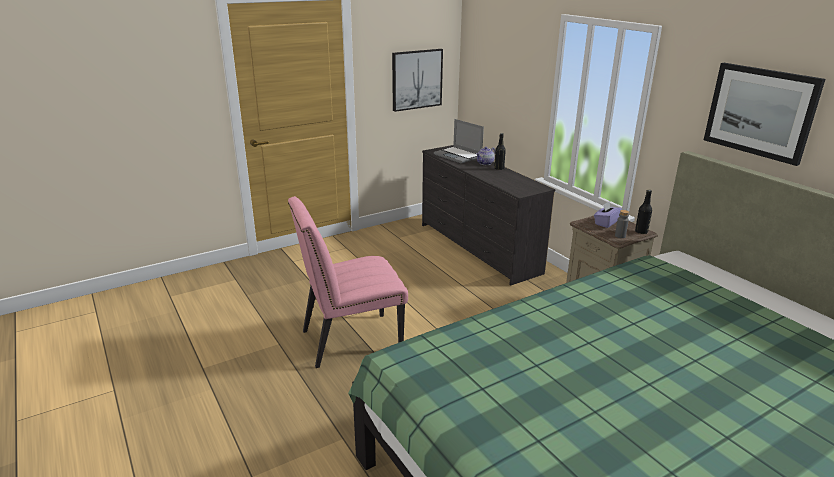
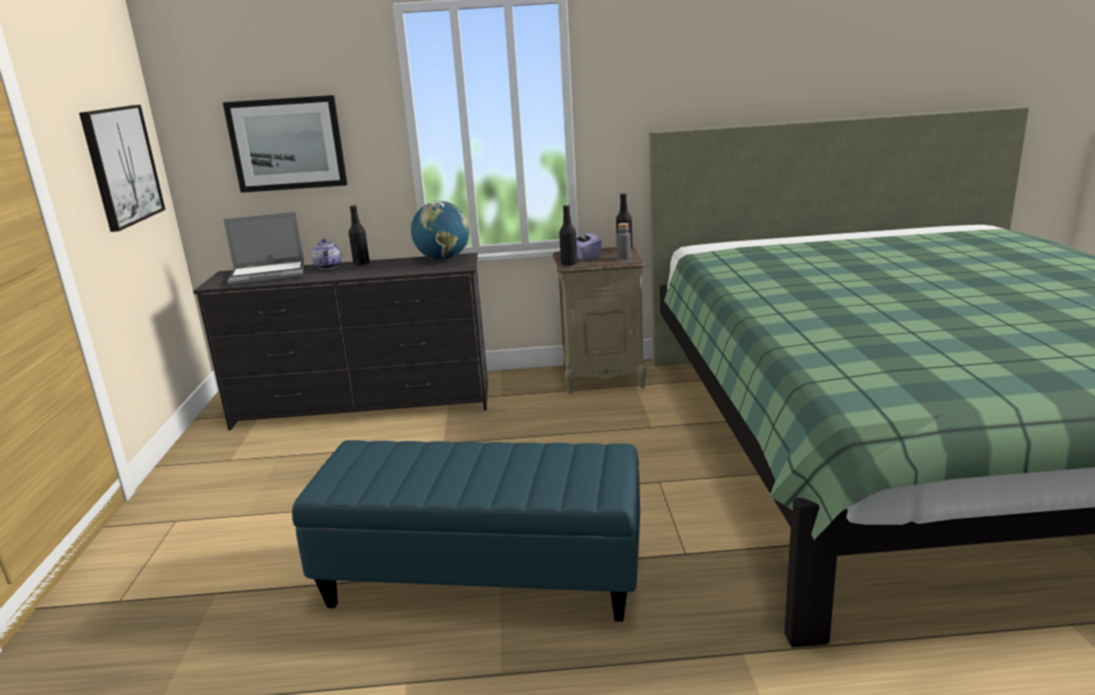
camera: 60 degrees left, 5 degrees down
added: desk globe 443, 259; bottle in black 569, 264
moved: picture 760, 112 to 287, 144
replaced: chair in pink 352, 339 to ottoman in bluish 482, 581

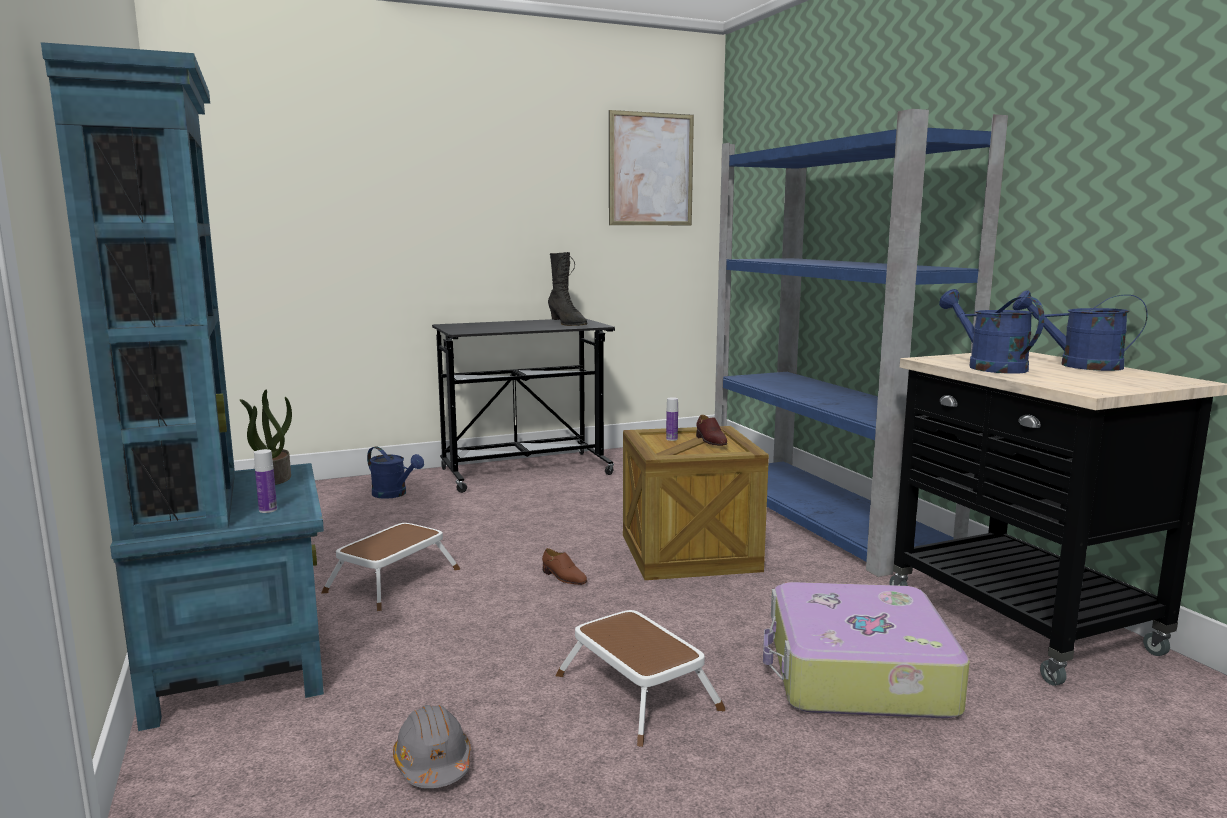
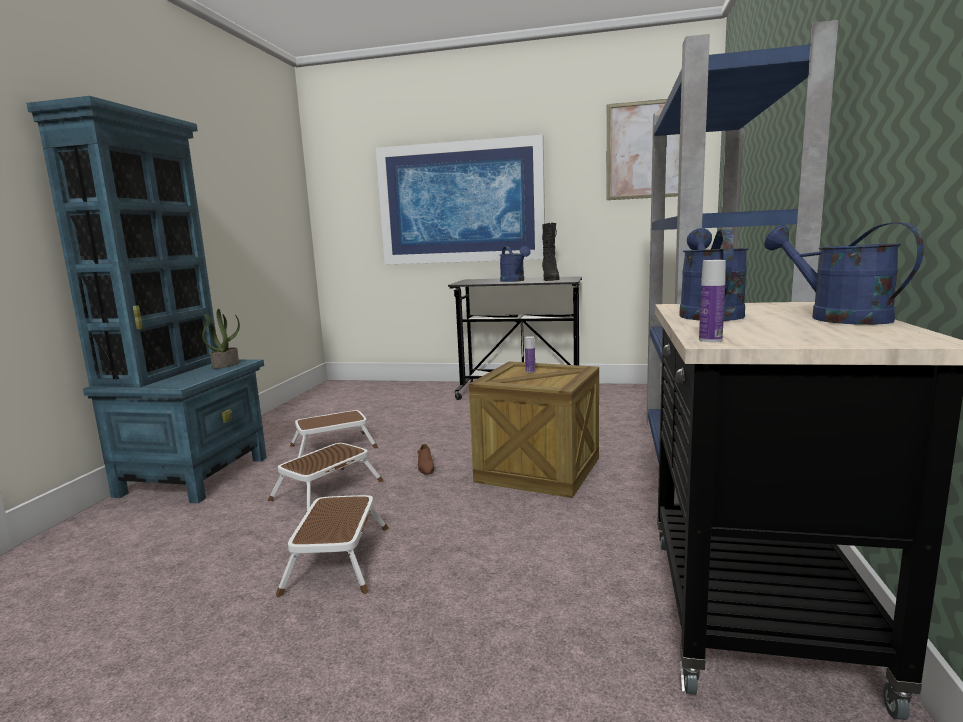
camera: 35 degrees right, 0 degrees up
removed: safety helmet in greyish 433, 764; item of footwear in brown 710, 441; travel case 856, 673
added: step stool in brown 327, 490; picture 460, 203
moved: bottle 268, 510 to 710, 340; watering pot in bluish 394, 494 to 514, 281

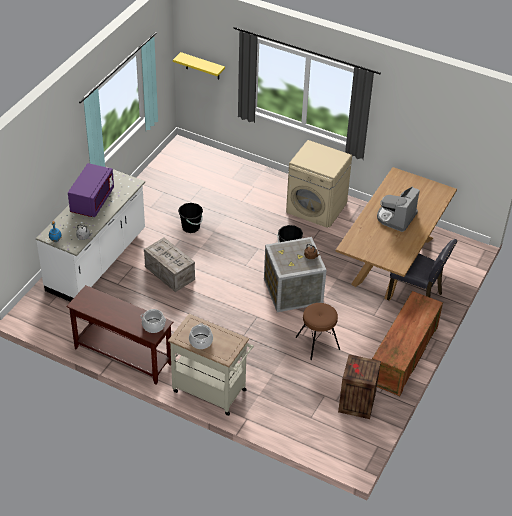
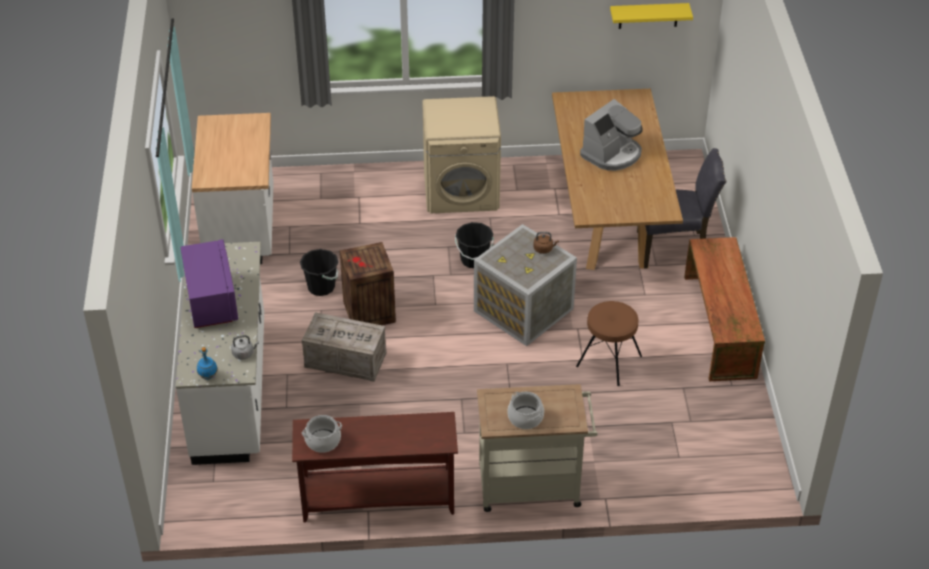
camera: 30 degrees left, 0 degrees up
added: counter in whitish 242, 228
moved: cooking pot 153, 325 to 323, 441; bracket shelf in yellowish 202, 66 to 648, 15; crate 356, 403 to 368, 312
turned: coffee brewer 396, 217 = 612, 154 135 degrees counterclockwise

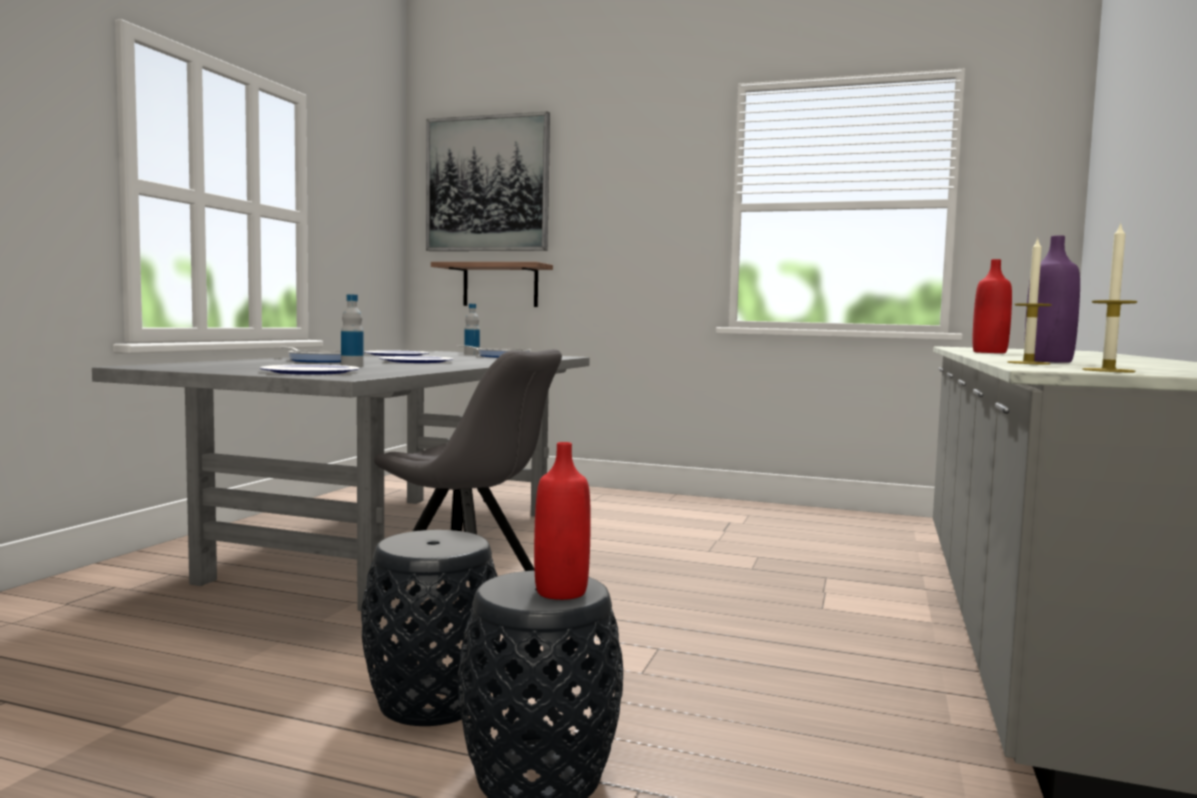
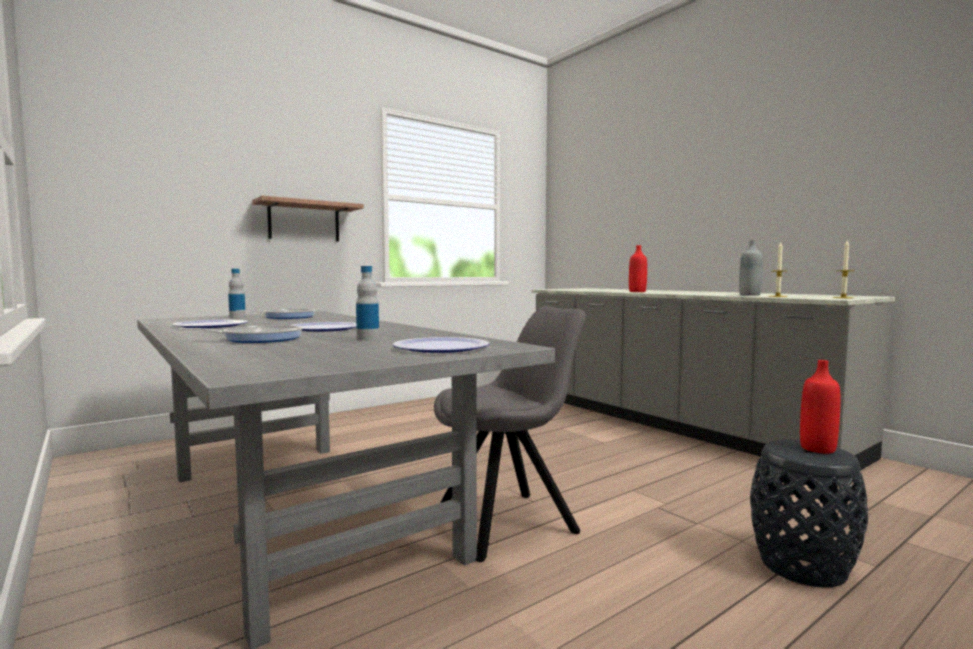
camera: 55 degrees left, 0 degrees up
removed: stool in black 432, 702; picture 487, 184
moved: bracket shelf 500, 285 to 304, 222
recoloured: bottle in purple 1048, 361 to bottle in greyish 749, 295

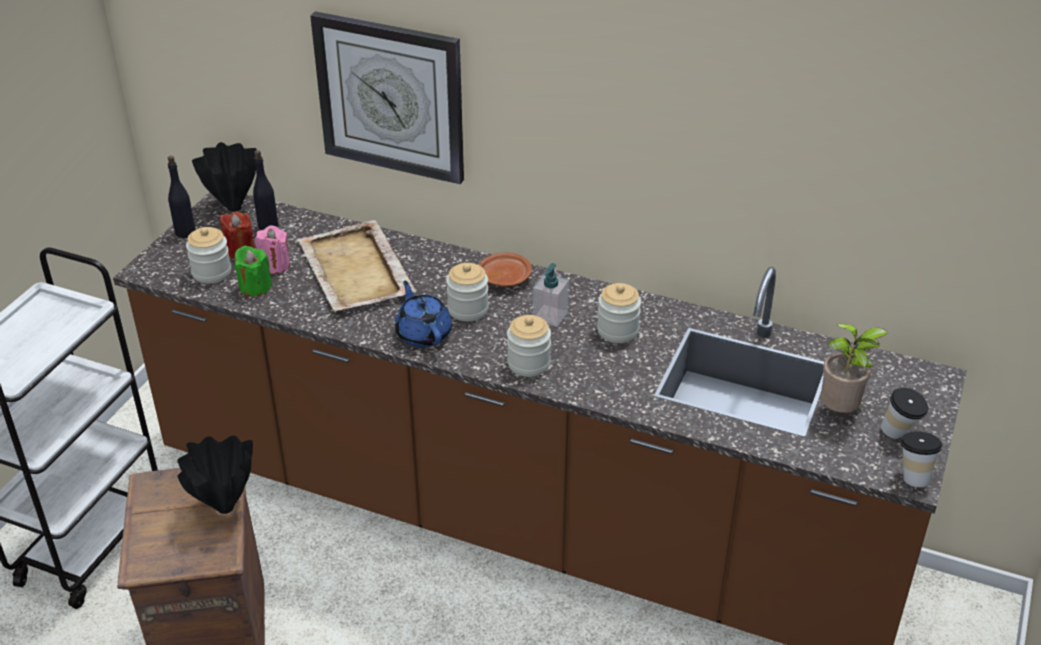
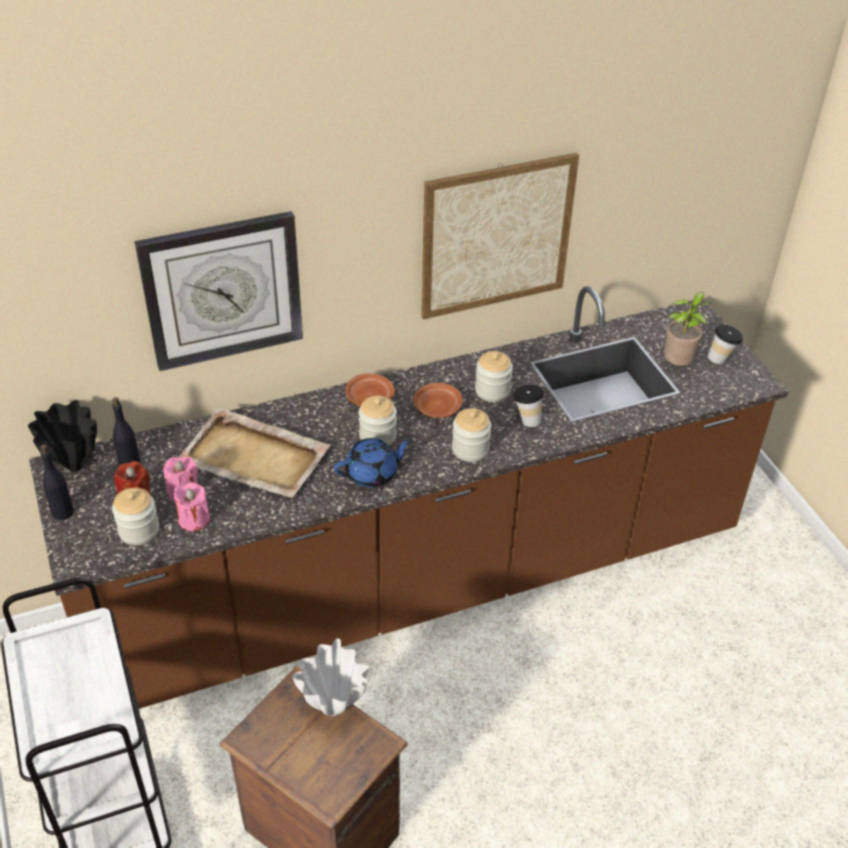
camera: 45 degrees left, 5 degrees up
added: picture 496, 234
moved: small cup 913, 476 to 526, 420
replaced: soap bottle 550, 316 to dinner plate in brown 437, 407
recoloured: decorative vase in black 223, 508 to decorative vase in whitish 333, 710; wax candle in green 255, 287 to wax candle in pink 194, 519
turned: teapot in bluish 423, 333 = 372, 473 135 degrees clockwise

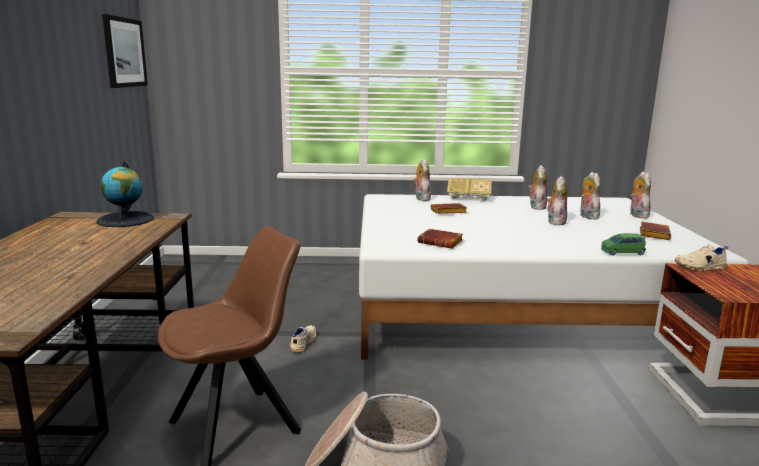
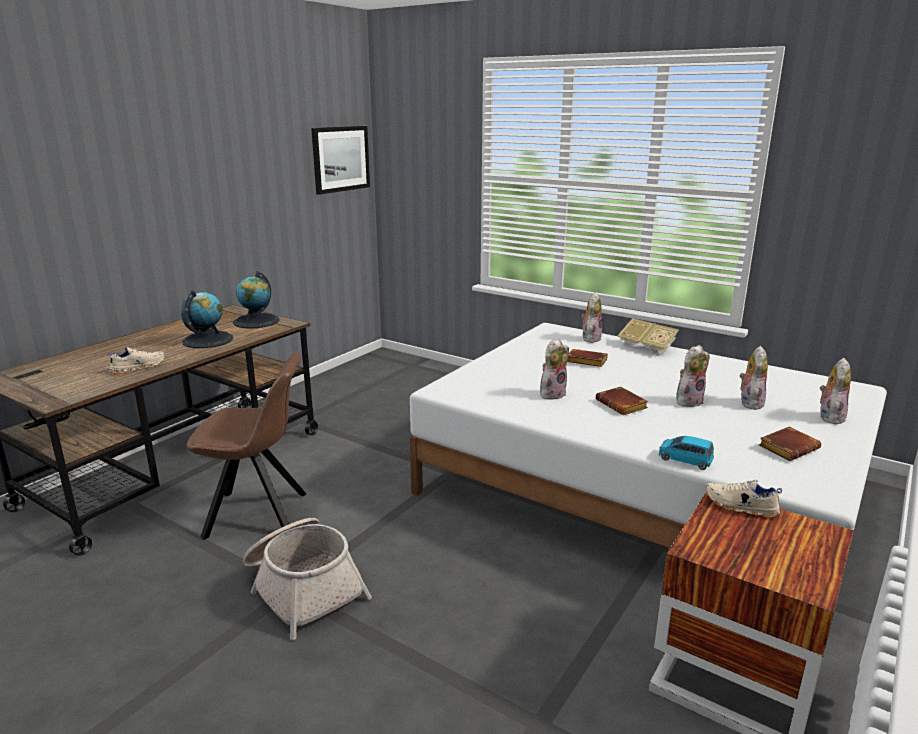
camera: 35 degrees right, 5 degrees up
added: desk globe 208, 340
moved: item of footwear in beige 302, 343 to 138, 367; volume in brown 441, 242 to 623, 405; plush toy 536, 207 to 552, 393
recoloured: toy car in green 622, 252 to toy car in bluish 685, 460

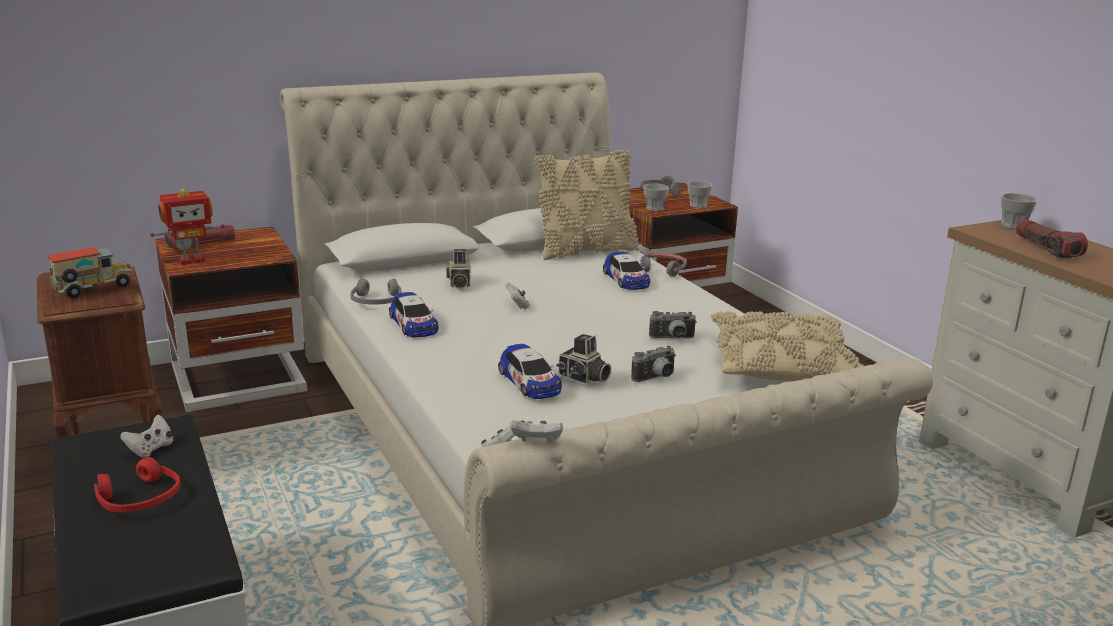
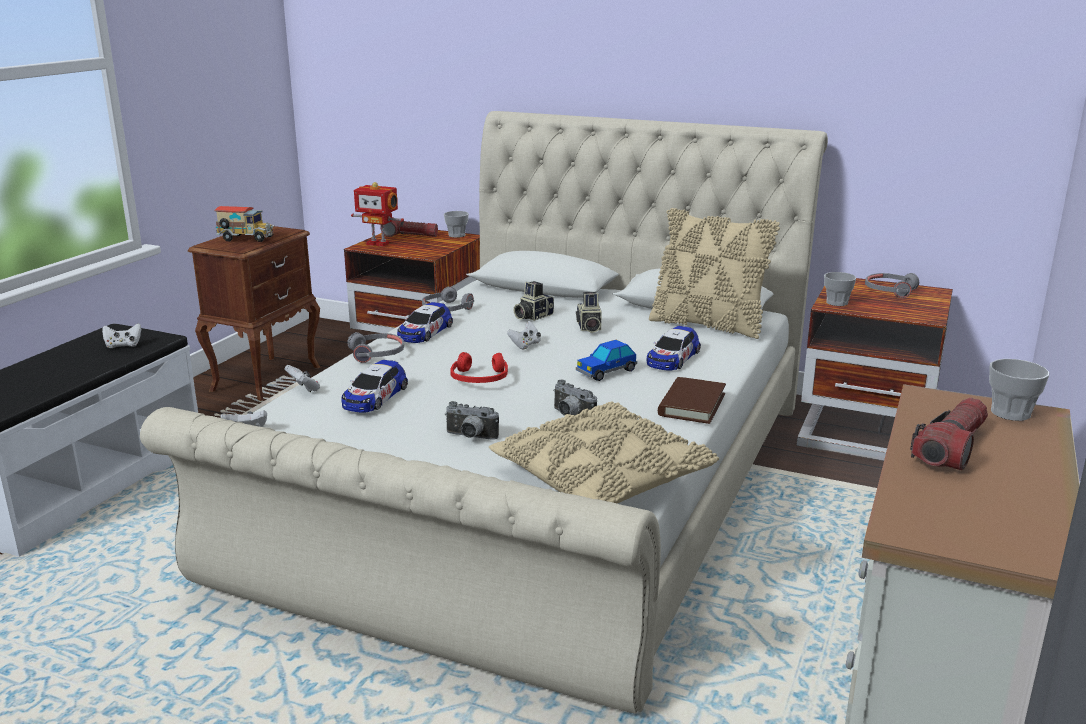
camera: 50 degrees right, 0 degrees up
added: toy car 606, 372; volume in brown 692, 404
moved: headset in reddish 139, 499 to 479, 378; game controller in whitish 536, 442 to 304, 389; photo camera 583, 378 to 588, 328; headset in greyish 662, 269 to 377, 354; small cup 698, 205 to 456, 235

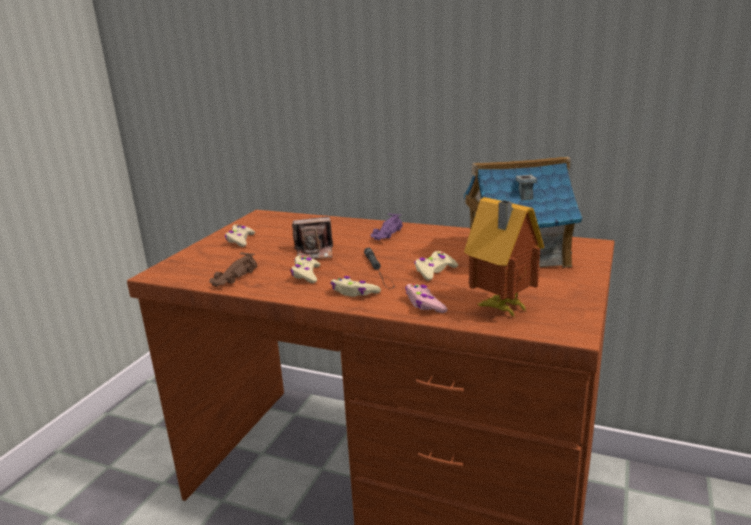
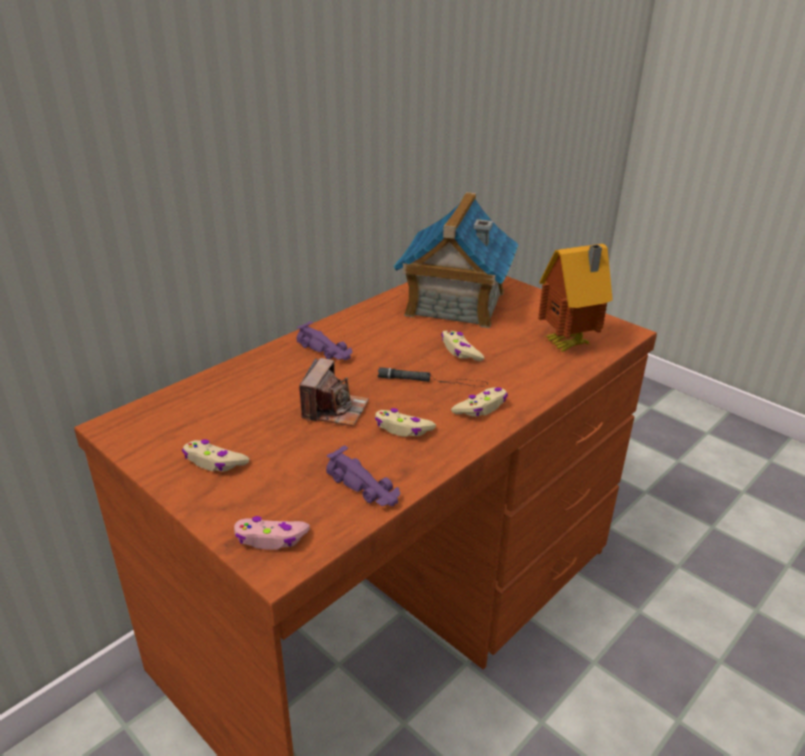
camera: 70 degrees left, 10 degrees up
moved: game controller in pink 424, 304 to 271, 538
recoloured: toy car in brown 233, 278 to toy car in purple 364, 488

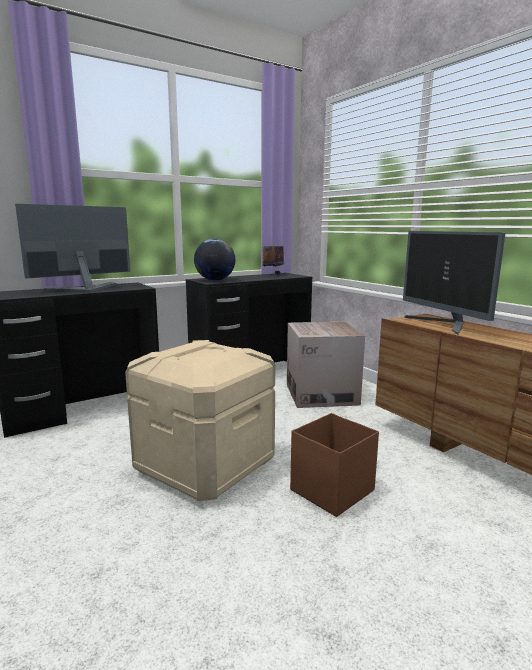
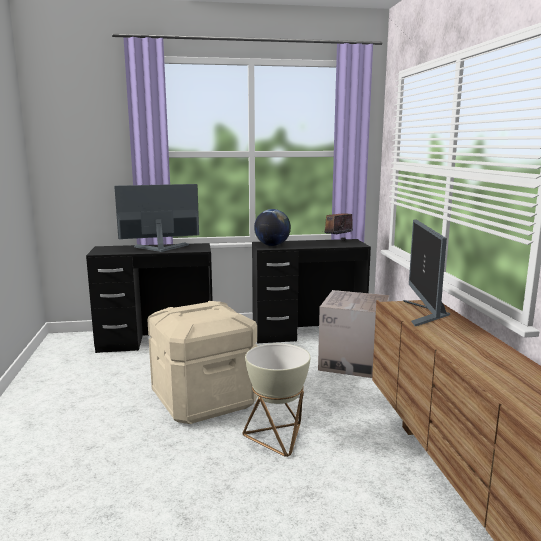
camera: 25 degrees right, 0 degrees up
replaced: storage bin in brown 331, 490 to flower pot 276, 439

